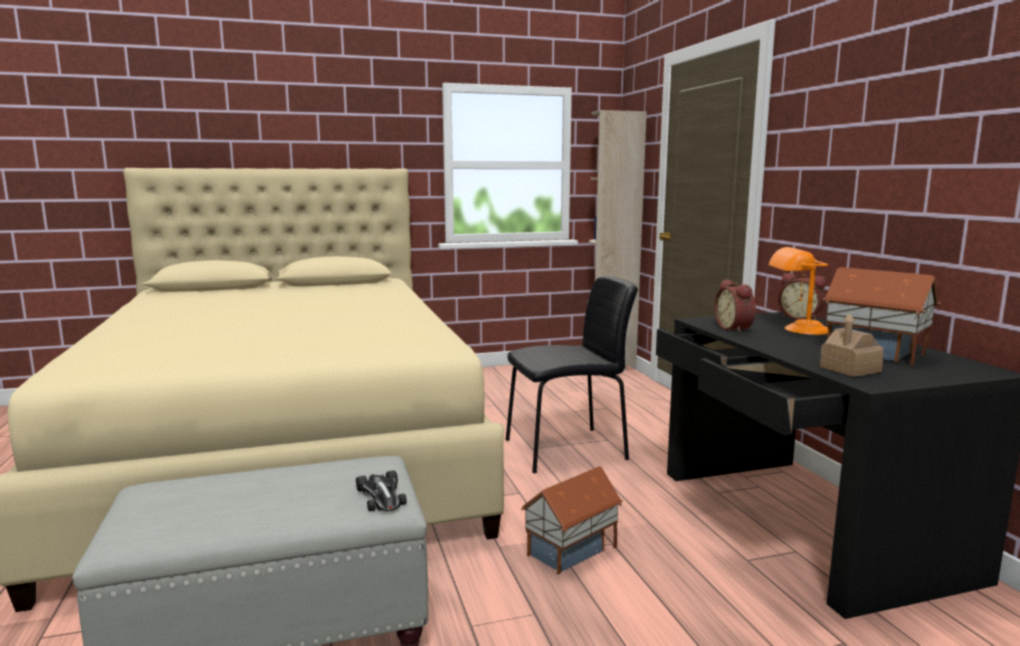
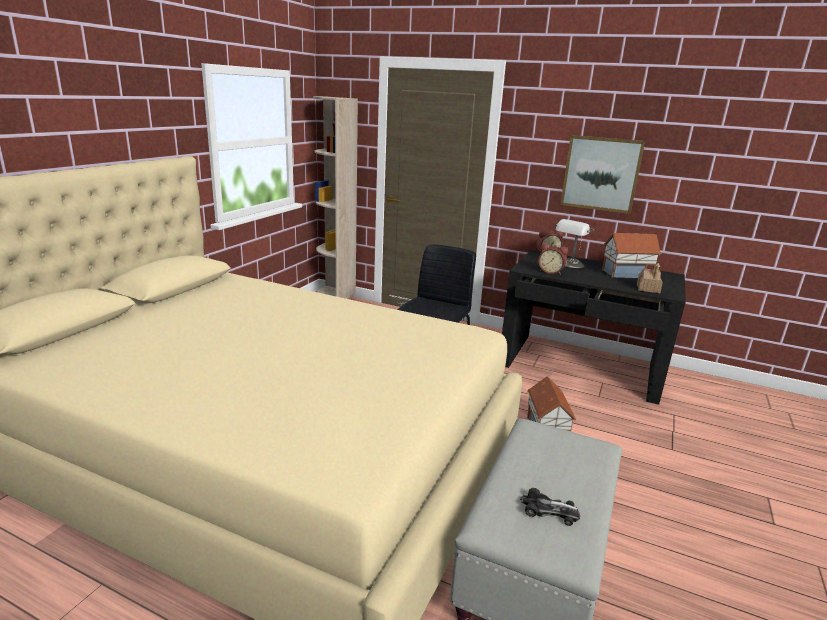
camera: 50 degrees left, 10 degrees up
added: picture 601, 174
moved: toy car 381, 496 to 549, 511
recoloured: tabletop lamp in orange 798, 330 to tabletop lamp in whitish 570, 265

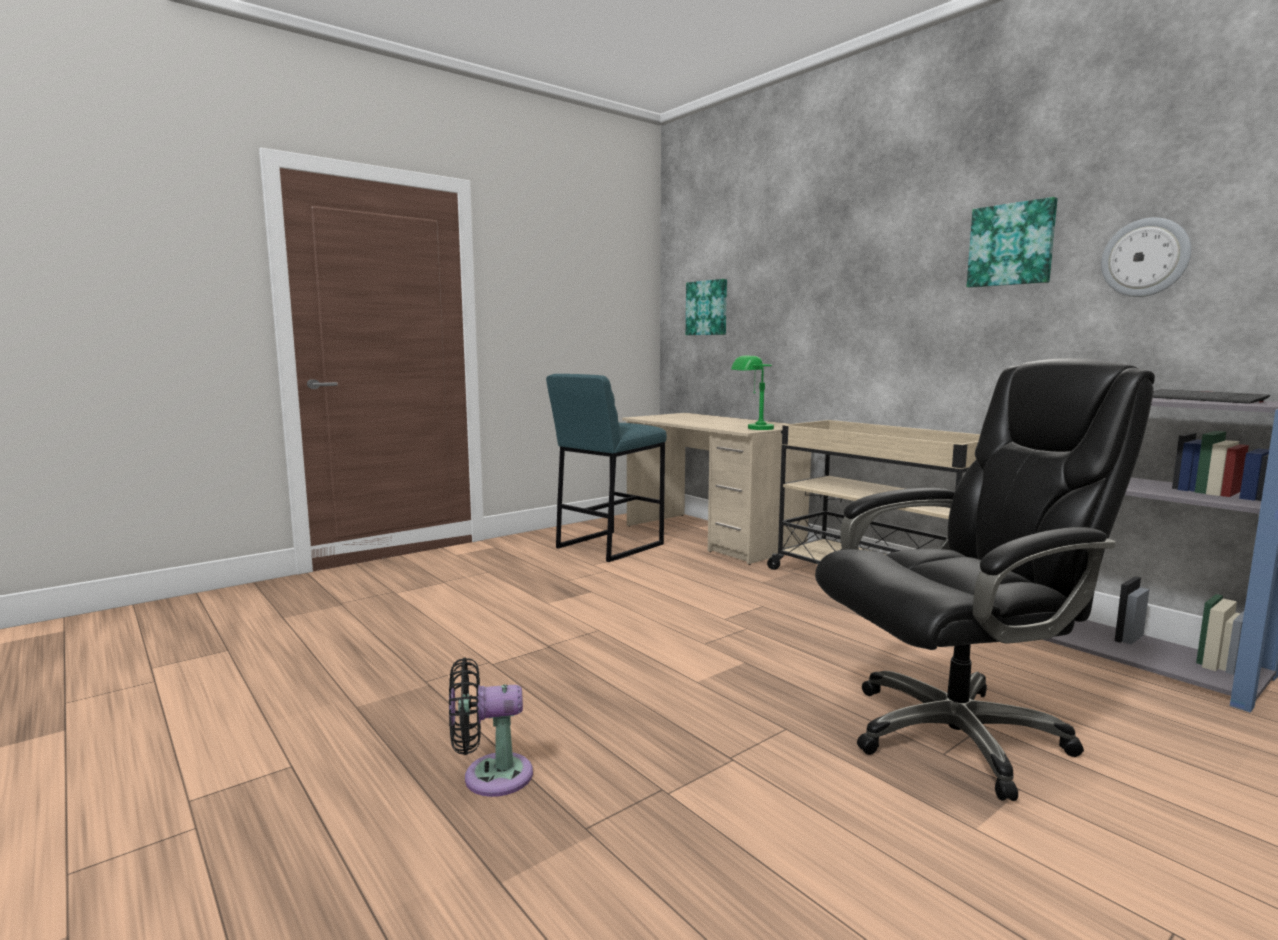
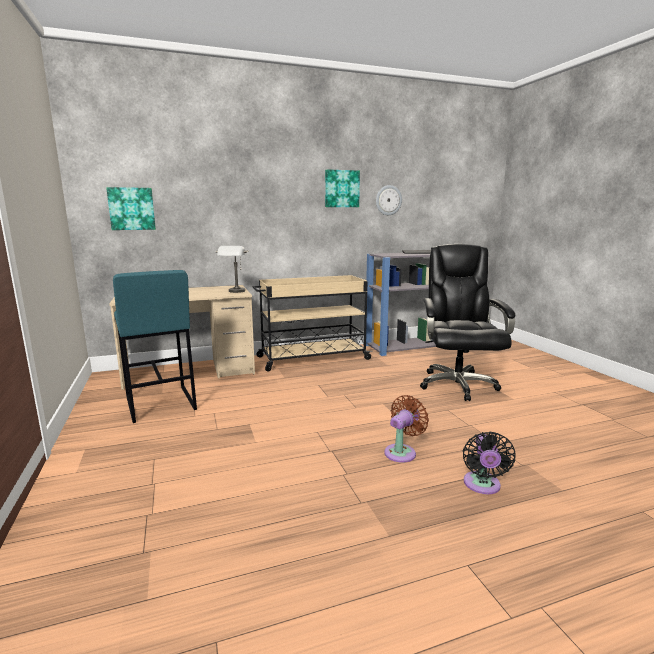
camera: 70 degrees left, 5 degrees up
added: fan in brown 402, 452
recoloured: tabletop lamp in green 752, 428 to tabletop lamp in greyish 235, 292

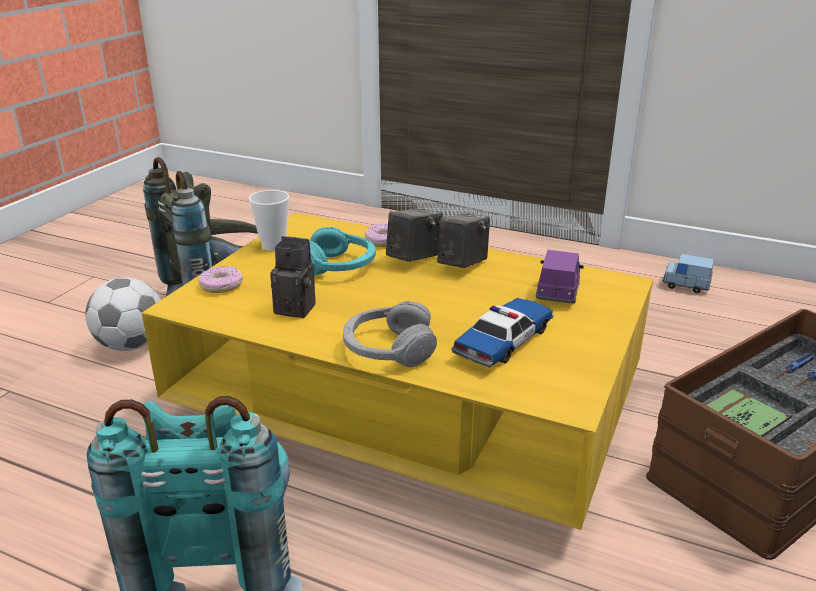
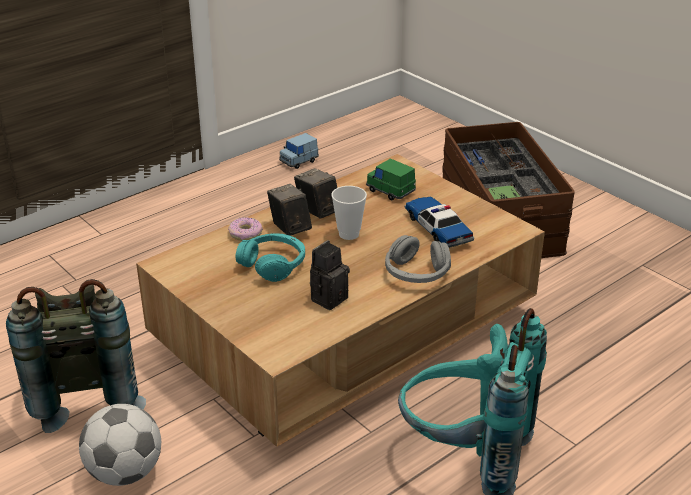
camera: 65 degrees left, 5 degrees up
removed: doughnut 221, 285
moved: small cup 273, 245 to 349, 234
recoloured: coffee table in yellowish 407, 401 to coffee table in brown 345, 329; toy car in purple 557, 293 to toy car in green 390, 191

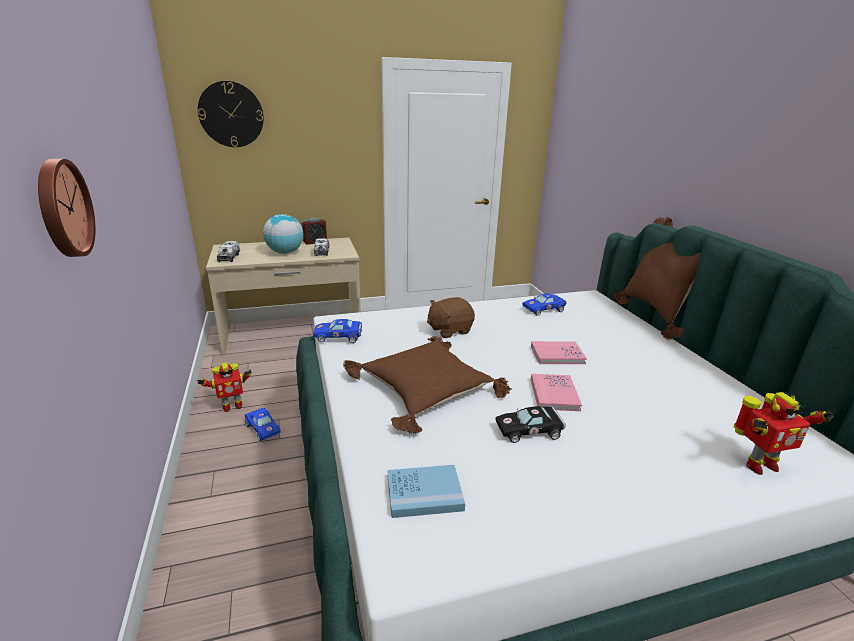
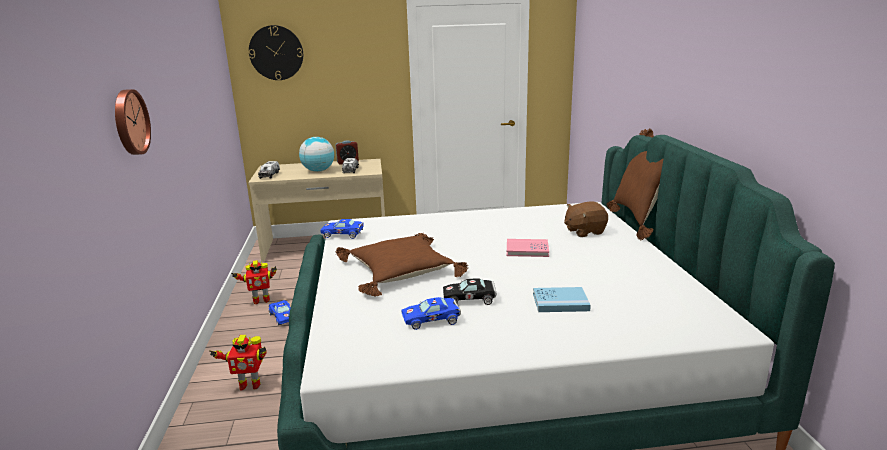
camera: 10 degrees right, 5 degrees down
removed: volume in pink 554, 394
moved: volume in bluish 424, 493 to 560, 302; plush toy in brown 449, 330 to 584, 231; toy car in bluish 544, 309 to 433, 319; model robot 758, 465 to 249, 385

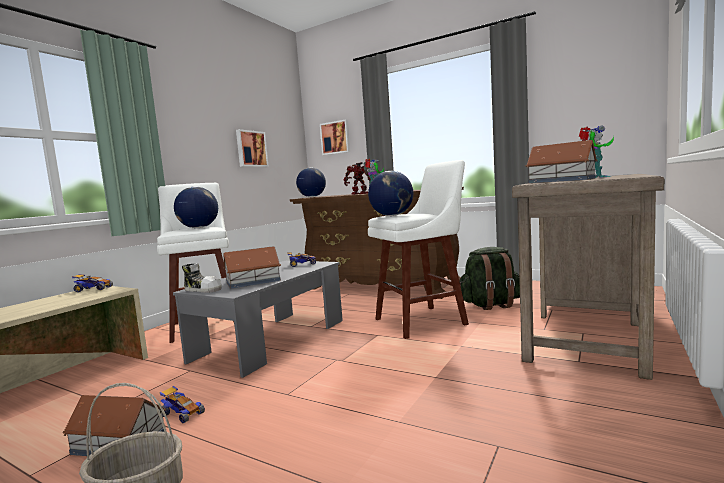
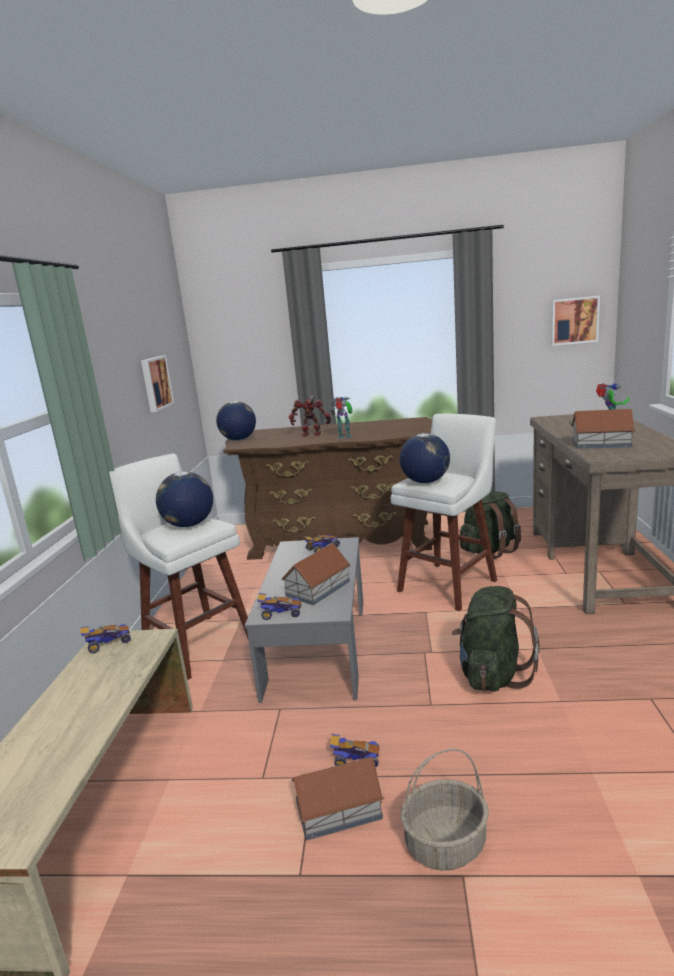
camera: 25 degrees left, 10 degrees up
added: rucksack in green 492, 674
moved: picture 335, 137 to 574, 320
replaced: item of footwear 203, 289 to toy car 280, 613

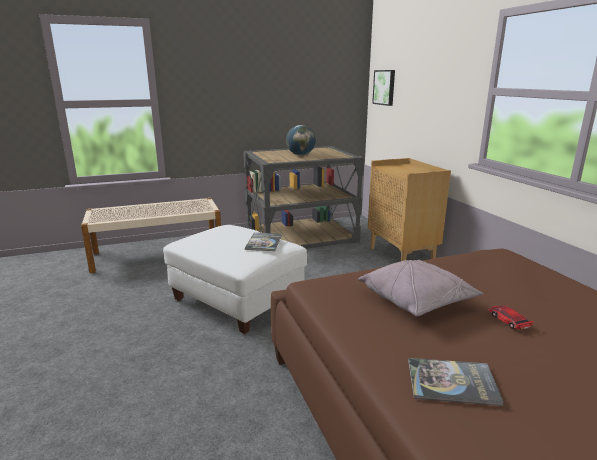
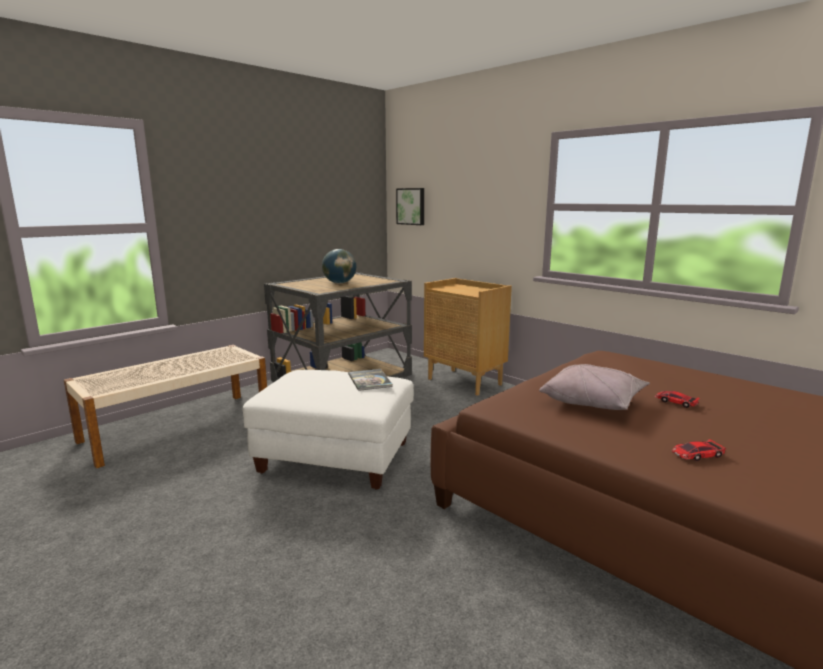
camera: 25 degrees left, 5 degrees down
replaced: volume 452, 382 to toy car 697, 454

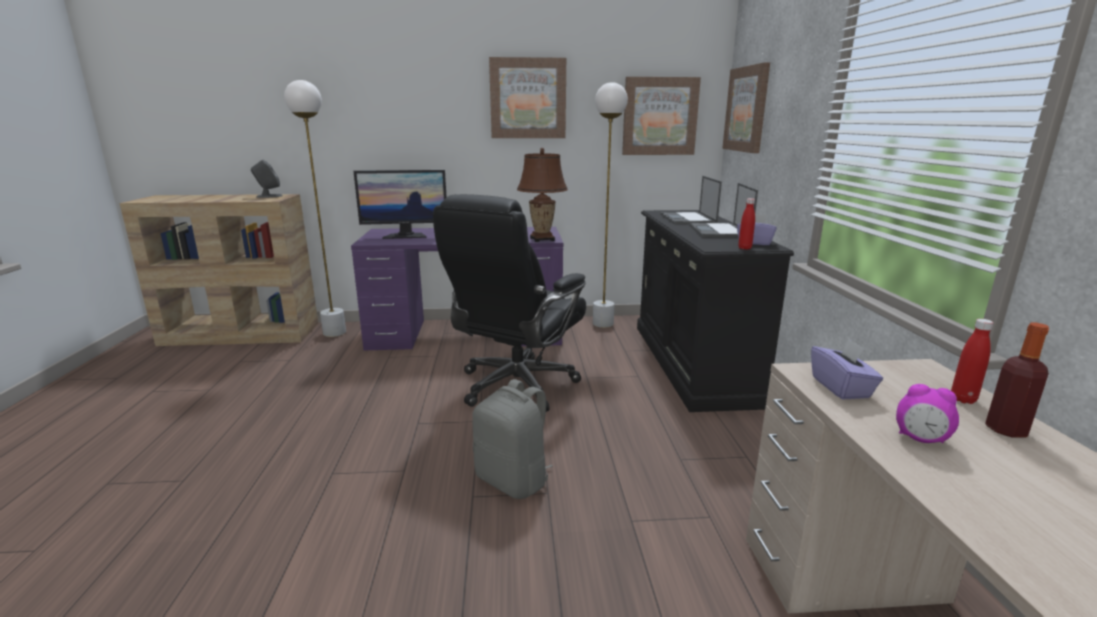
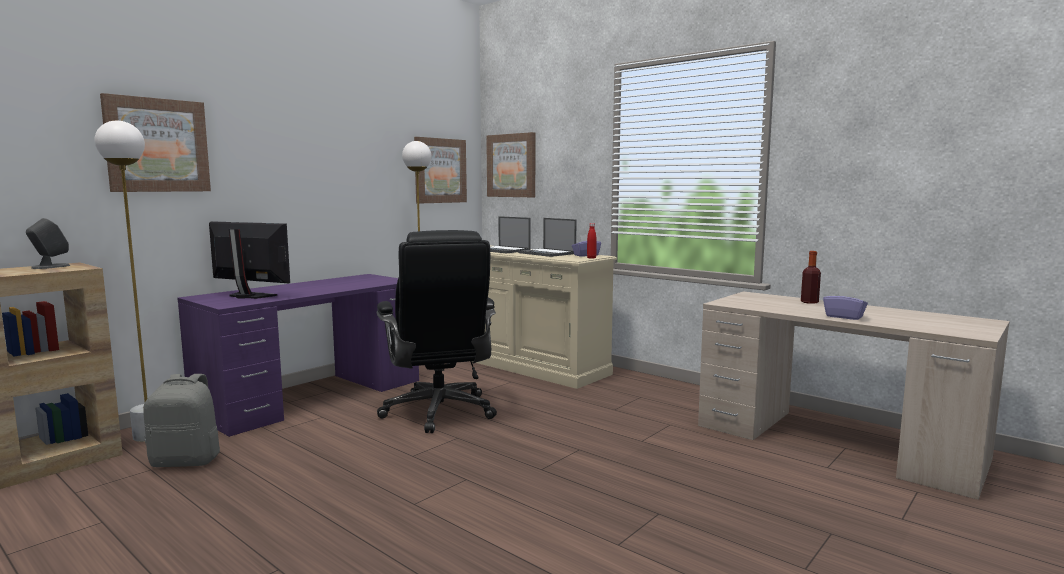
camera: 45 degrees left, 10 degrees down
removed: tabletop lamp in brown 542, 239; alarm clock 920, 439; bottle in reddish 963, 399
moved: rucksack in greyish 513, 480 to 187, 461; picture 528, 98 to 157, 145; tissue box in purple 841, 388 to 844, 317
recoloured: cabinet in black 692, 362 to cabinet in beige 529, 365
turned: monitor 405, 236 = 249, 296 105 degrees counterclockwise

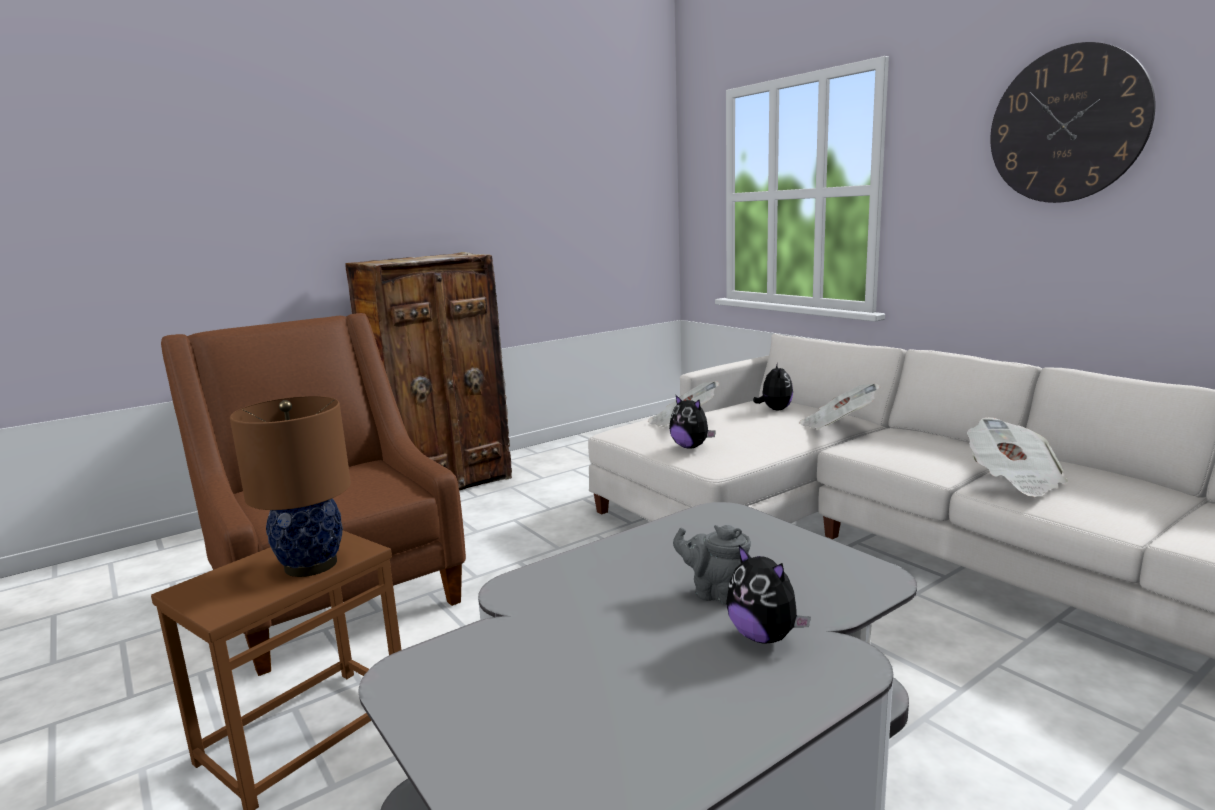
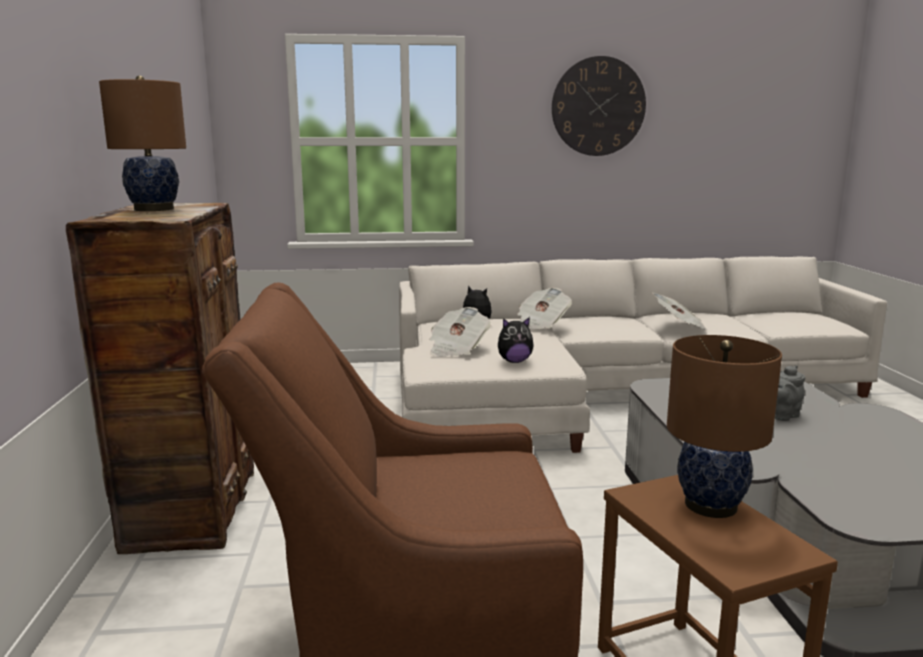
camera: 60 degrees left, 0 degrees up
removed: plush toy 764, 636
added: tabletop lamp in brown 154, 209

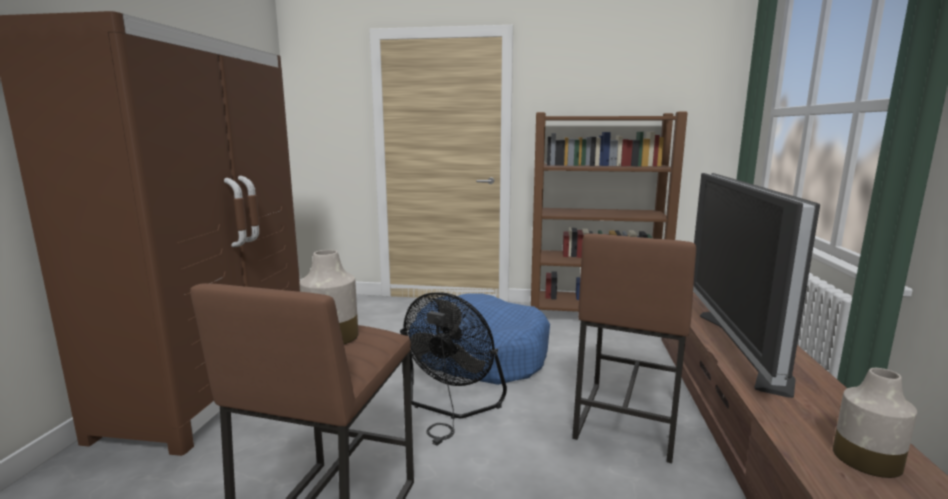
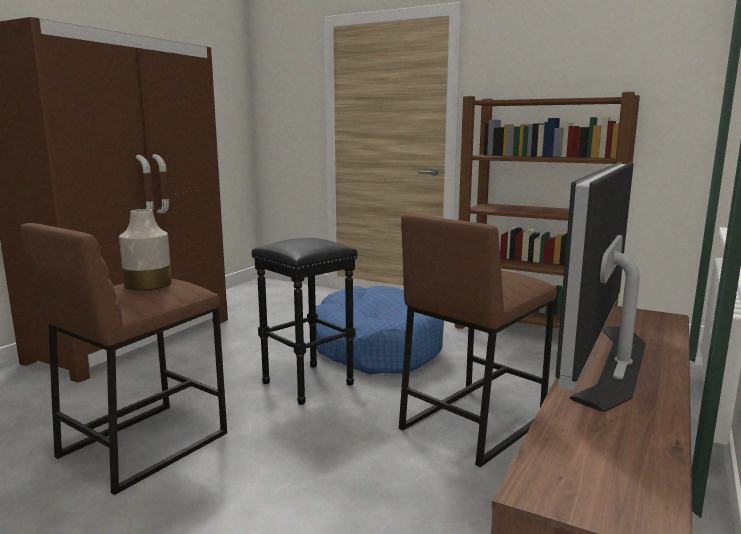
camera: 20 degrees right, 0 degrees up
removed: decorative vase in beige 867, 459
replaced: fan in black 446, 406 to stool in black 305, 383

